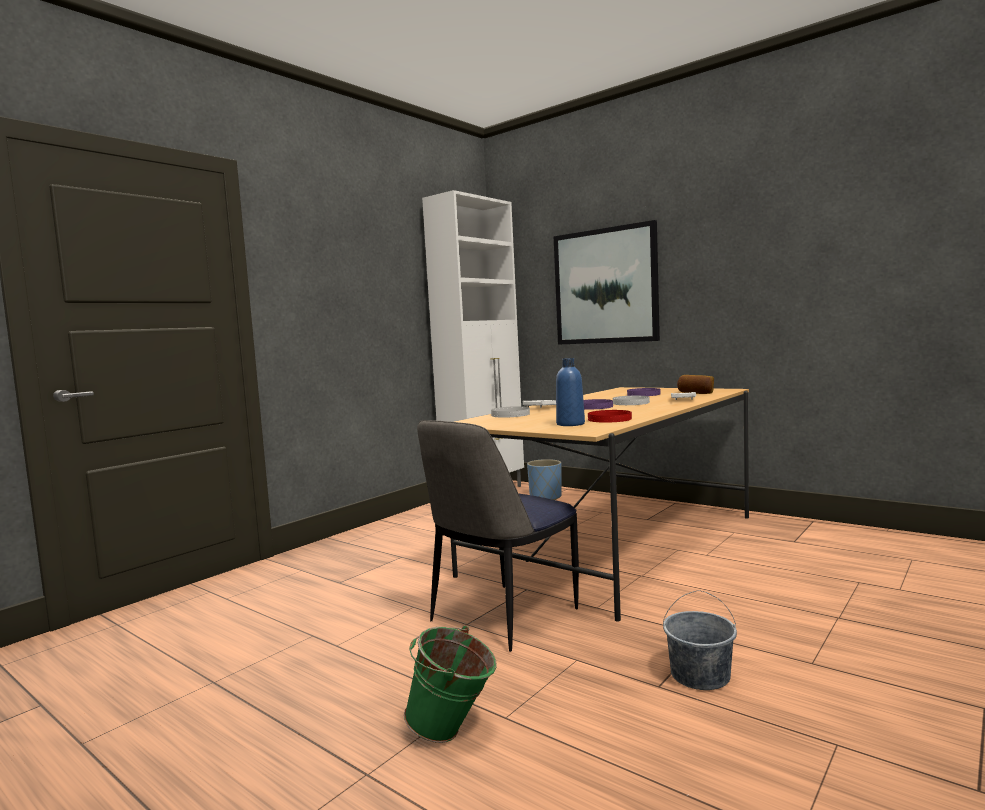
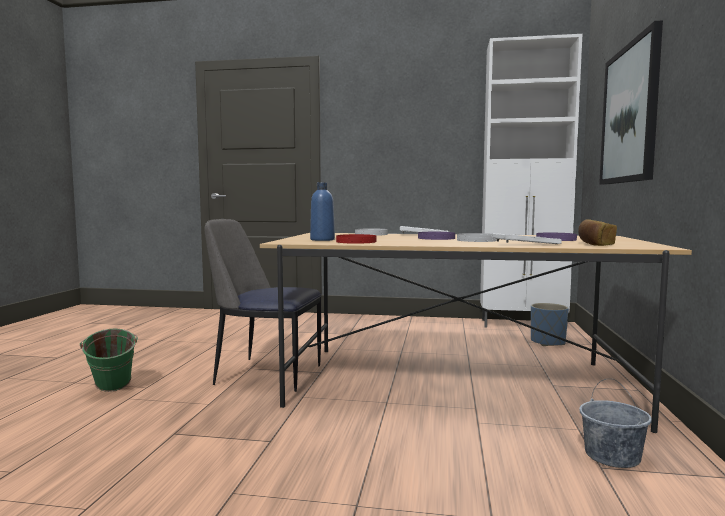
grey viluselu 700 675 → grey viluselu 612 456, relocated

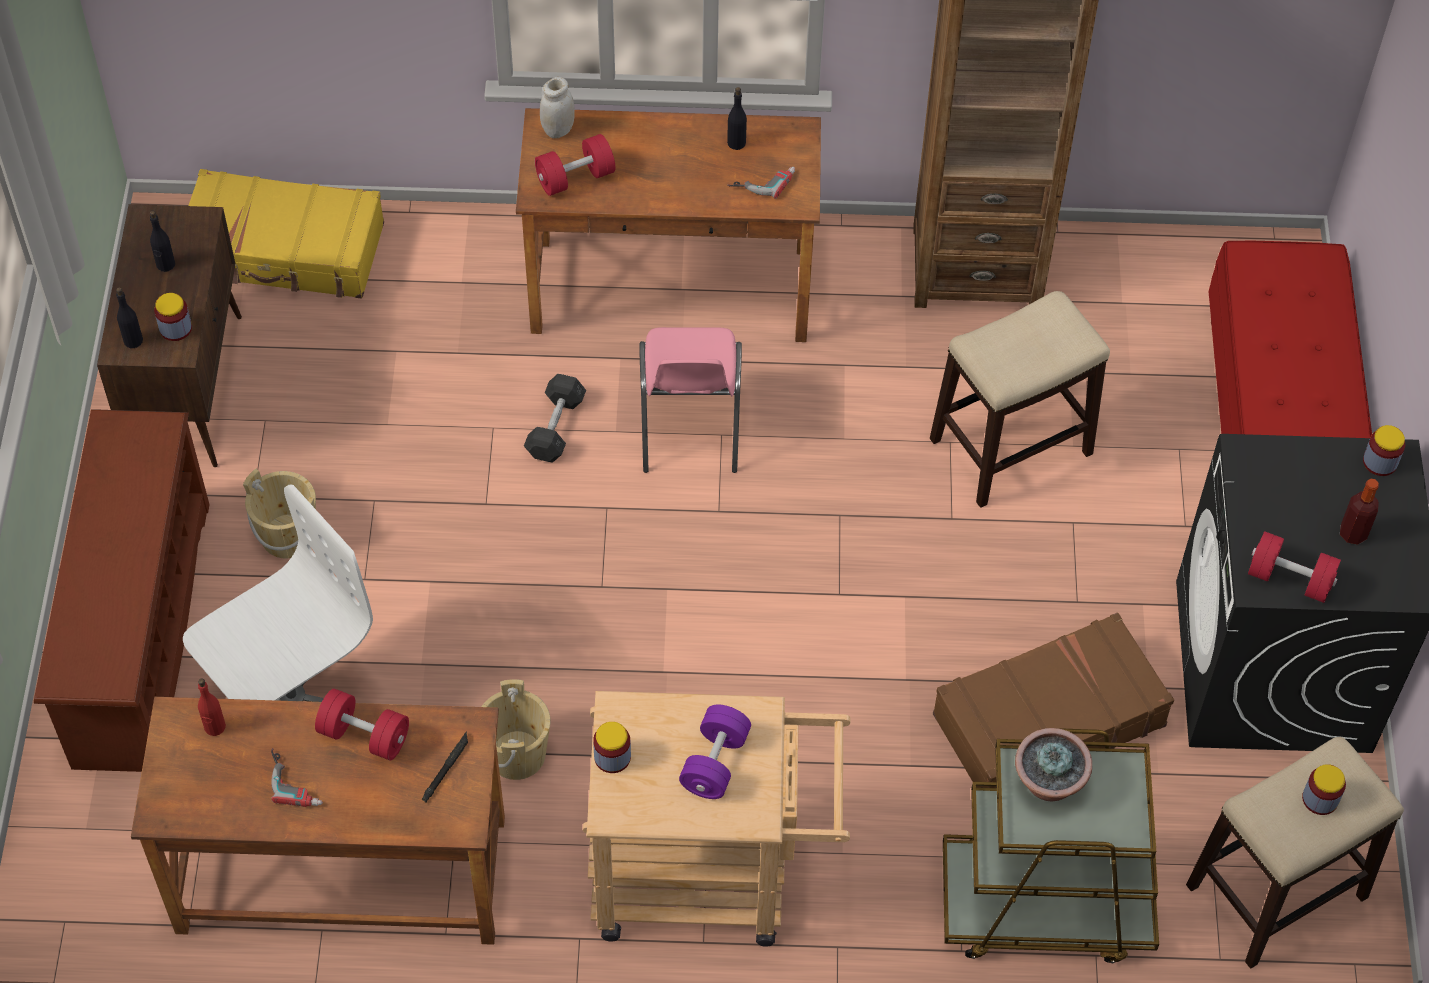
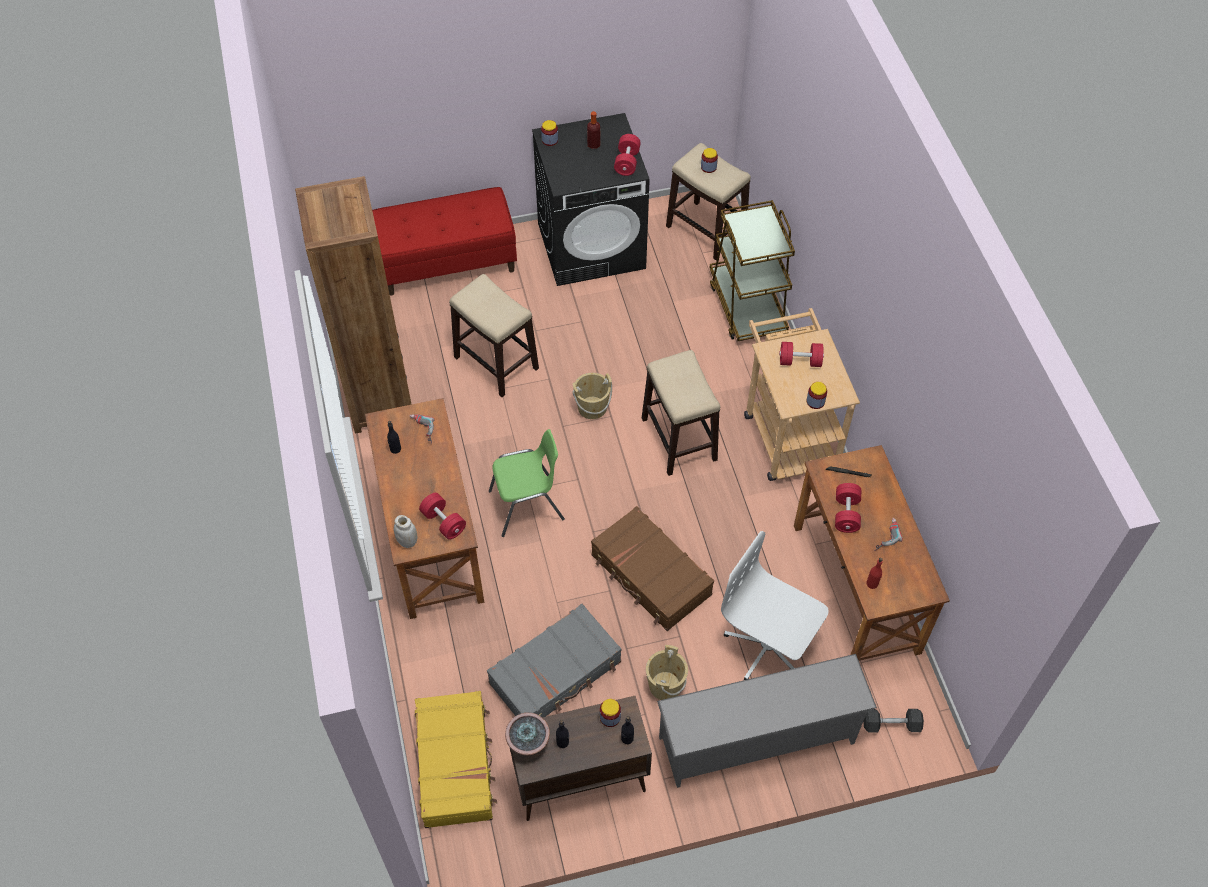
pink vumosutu 689 428 → green vumosutu 527 506
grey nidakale 555 427 → grey nidakale 891 724, relocated
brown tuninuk 139 633 → grey tuninuk 757 742
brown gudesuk 1047 719 → brown gudesuk 650 576, relocated
beige viluselu 516 754 → beige viluselu 592 407, relocated
purple nidakale 715 763 → red nidakale 800 361
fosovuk 1048 784 → fosovuk 528 743, relocated
- → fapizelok 679 440
- → grey gudesuk 556 673

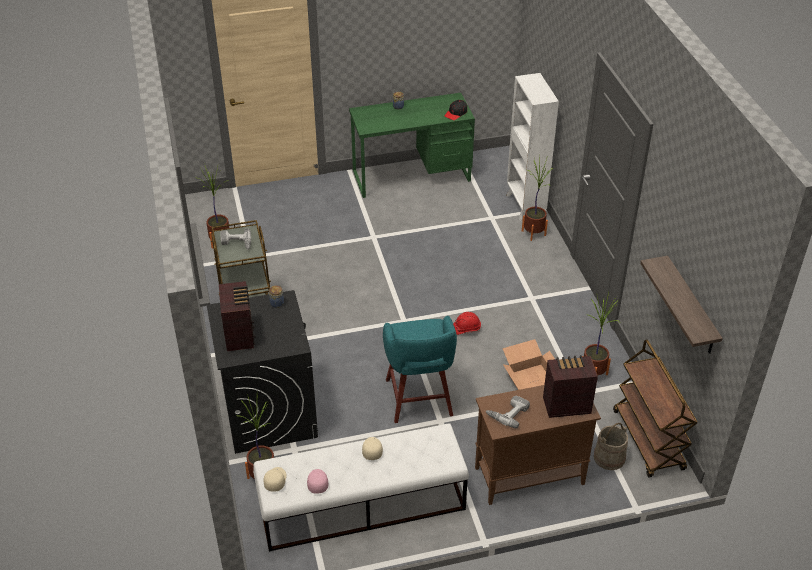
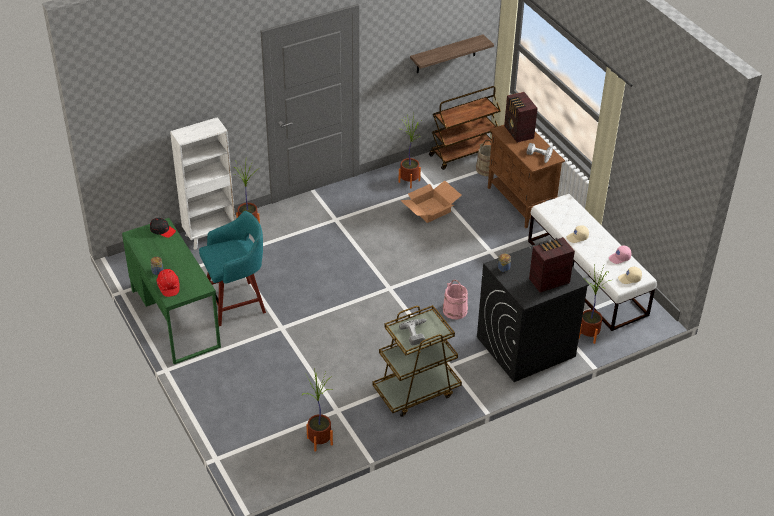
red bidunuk 465 329 → red bidunuk 168 287, relocated
turquoise fapizelok 419 399 → turquoise fapizelok 237 303, relocated
- → pink viluselu 454 310

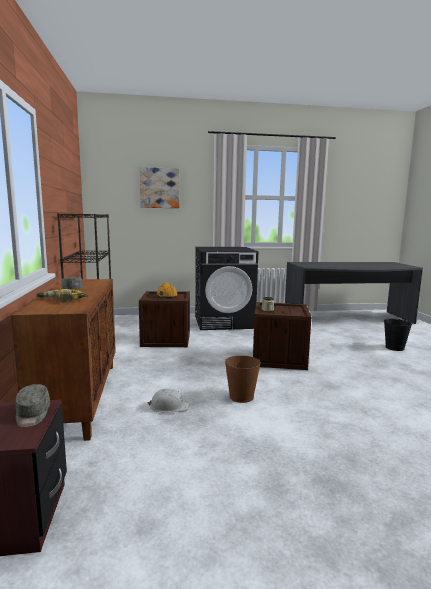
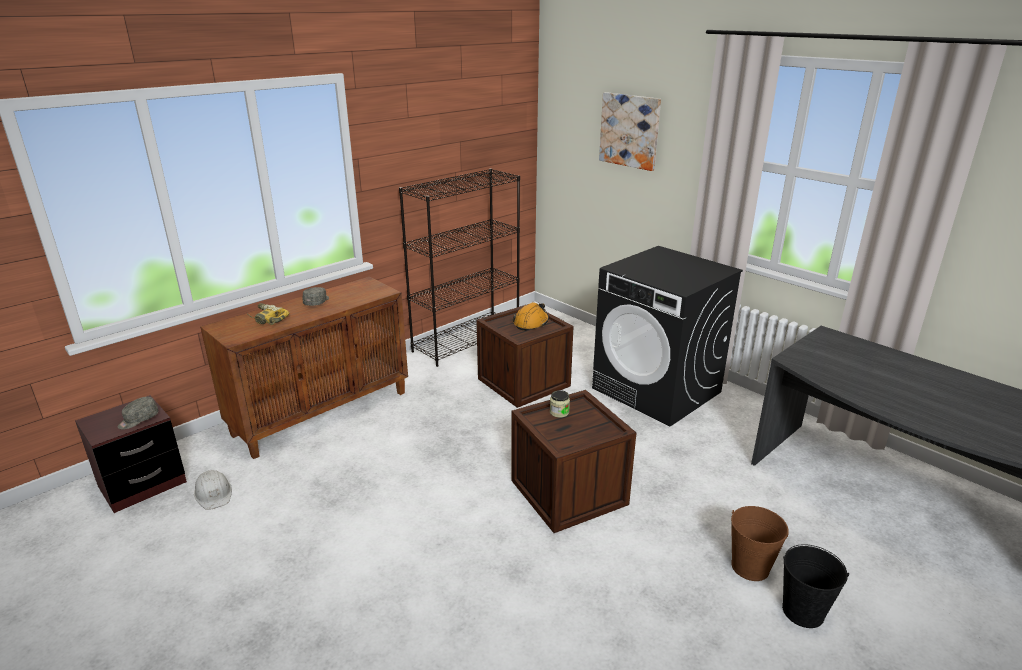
brown viluselu 241 396 → brown viluselu 750 566, relocated
white bidunuk 169 406 → white bidunuk 214 494, relocated

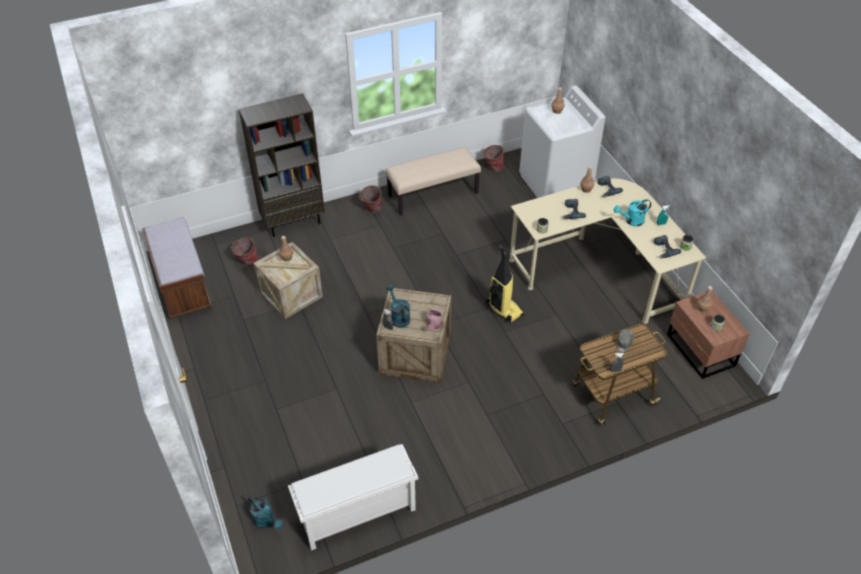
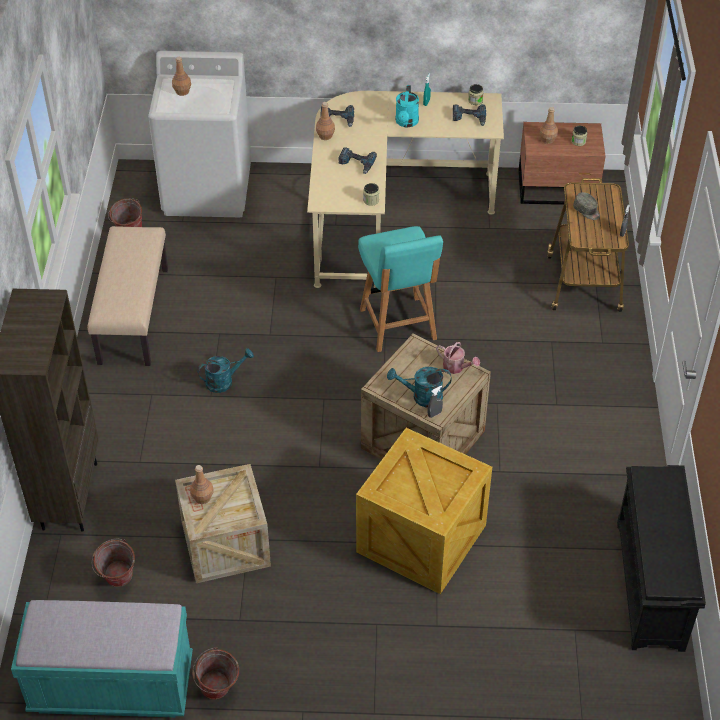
viluselu 371 210 → viluselu 218 692, relocated
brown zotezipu 182 286 → turquoise zotezipu 112 686
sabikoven 503 310 → turquoise vumosutu 398 326
white tuninuk 357 515 → black tuninuk 651 586
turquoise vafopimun 266 521 → turquoise vafopimun 224 381, relocated
- → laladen 422 540

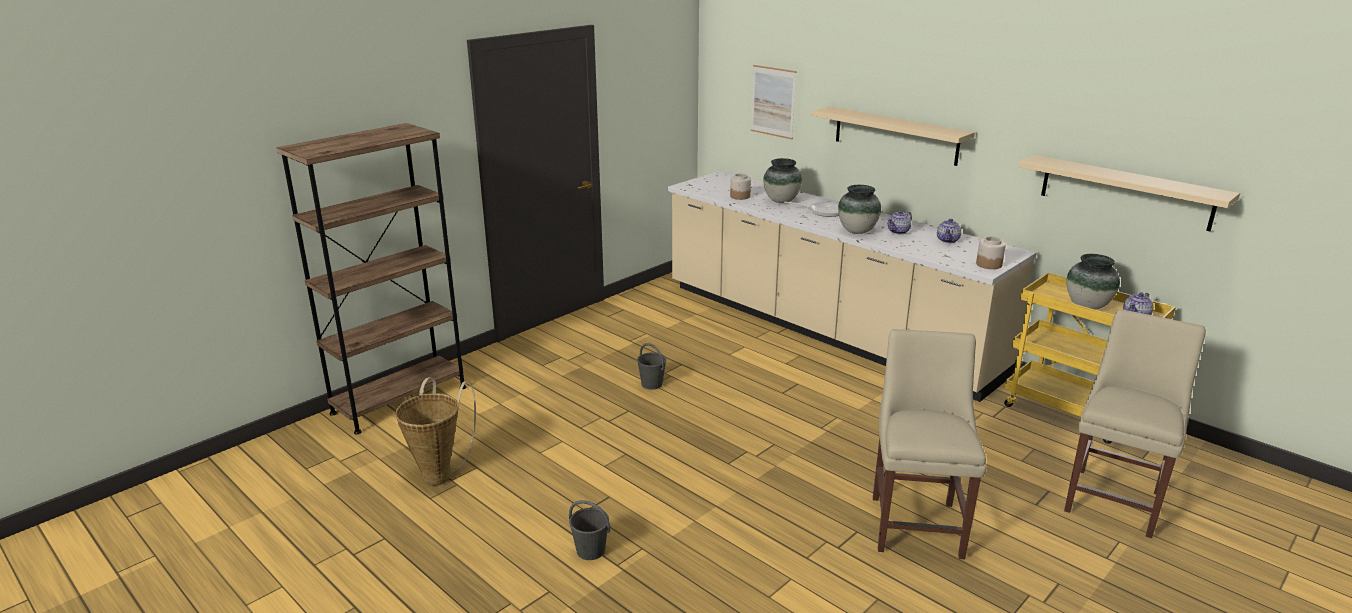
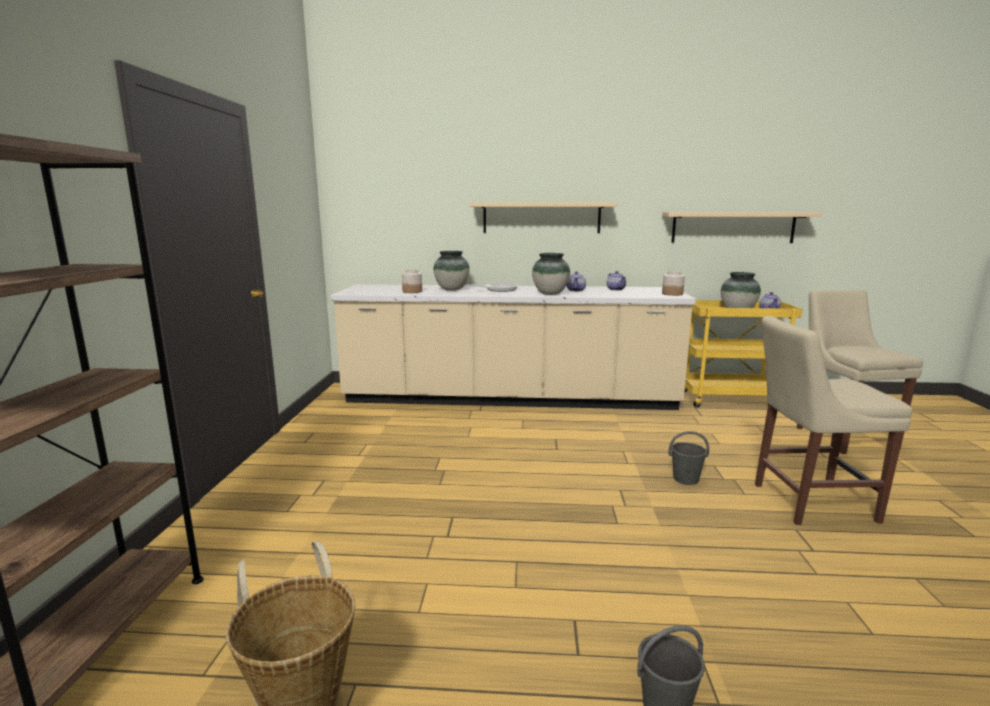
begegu 773 101 → -
beige vumosutu 916 523 → beige vumosutu 808 502, 60 degrees counterclockwise
grey viluselu 652 384 → grey viluselu 686 479, relocated

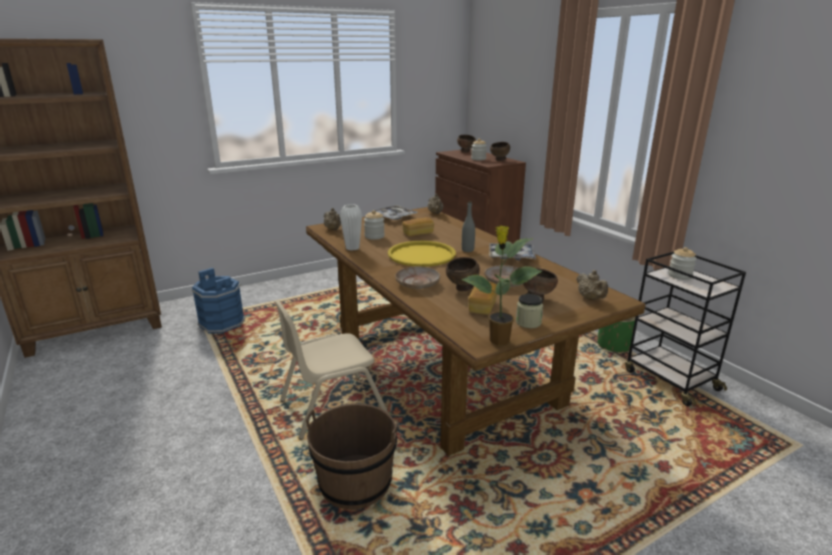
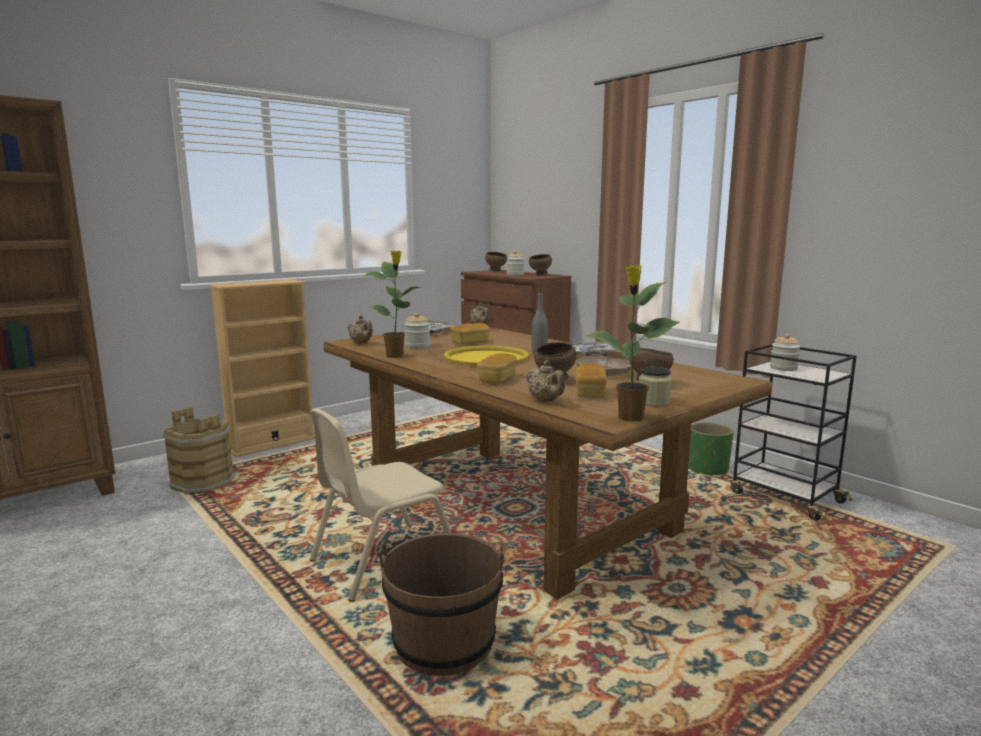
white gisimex 352 248 → fosovuk 395 356
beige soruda 417 283 → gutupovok 497 379
blue viluselu 222 324 → brown viluselu 203 483
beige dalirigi 590 299 → beige dalirigi 545 401, relocated
- → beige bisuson 272 444

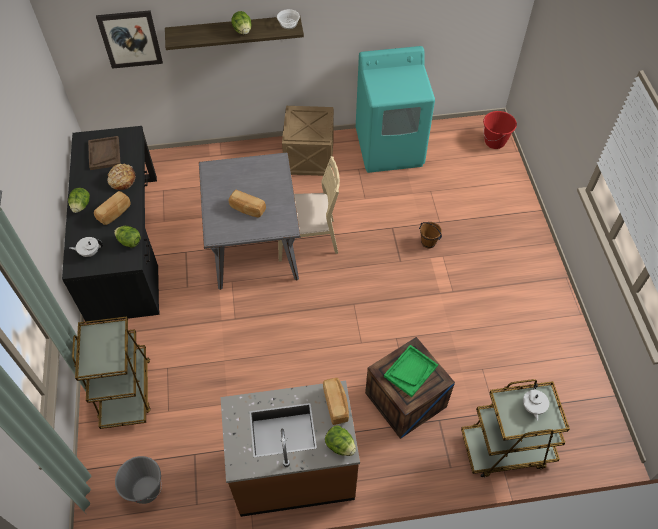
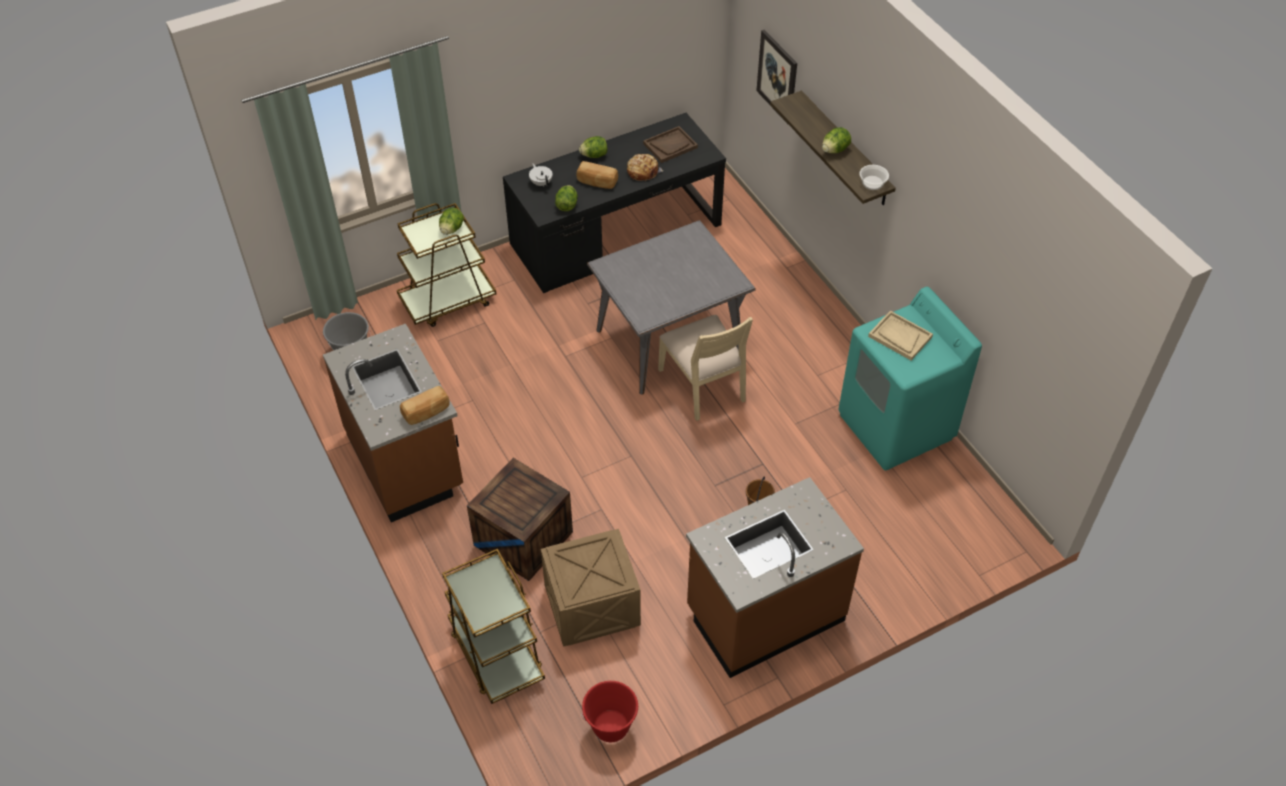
laladen 309 156 → laladen 593 606, relocated
red viluselu 495 142 → red viluselu 611 727, relocated
gutupovok 247 209 → -
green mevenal 410 371 → -
white dalirigi 532 407 → -
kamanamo 340 445 → kamanamo 451 229, relocated
- → beige mevenal 899 336
- → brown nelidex 764 614

